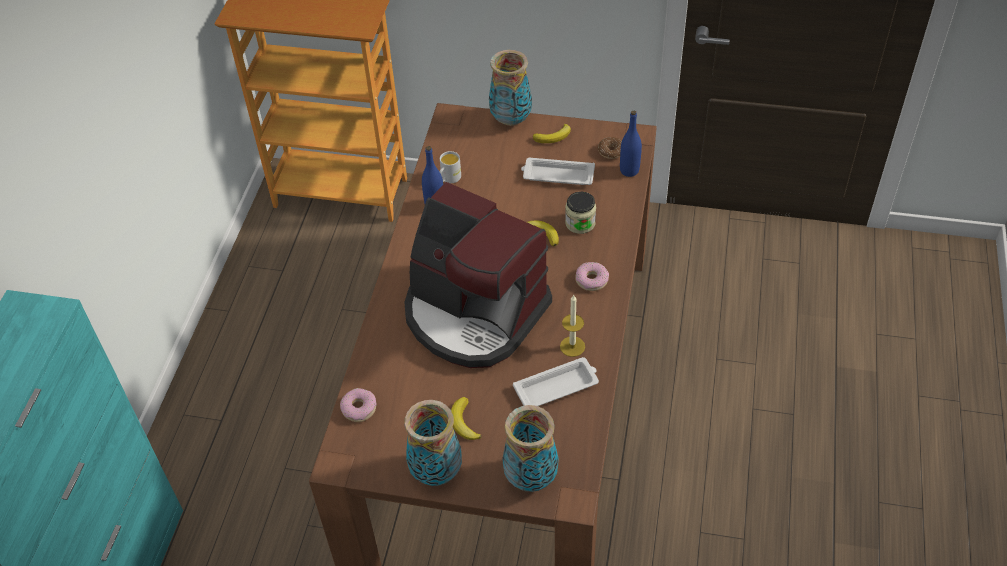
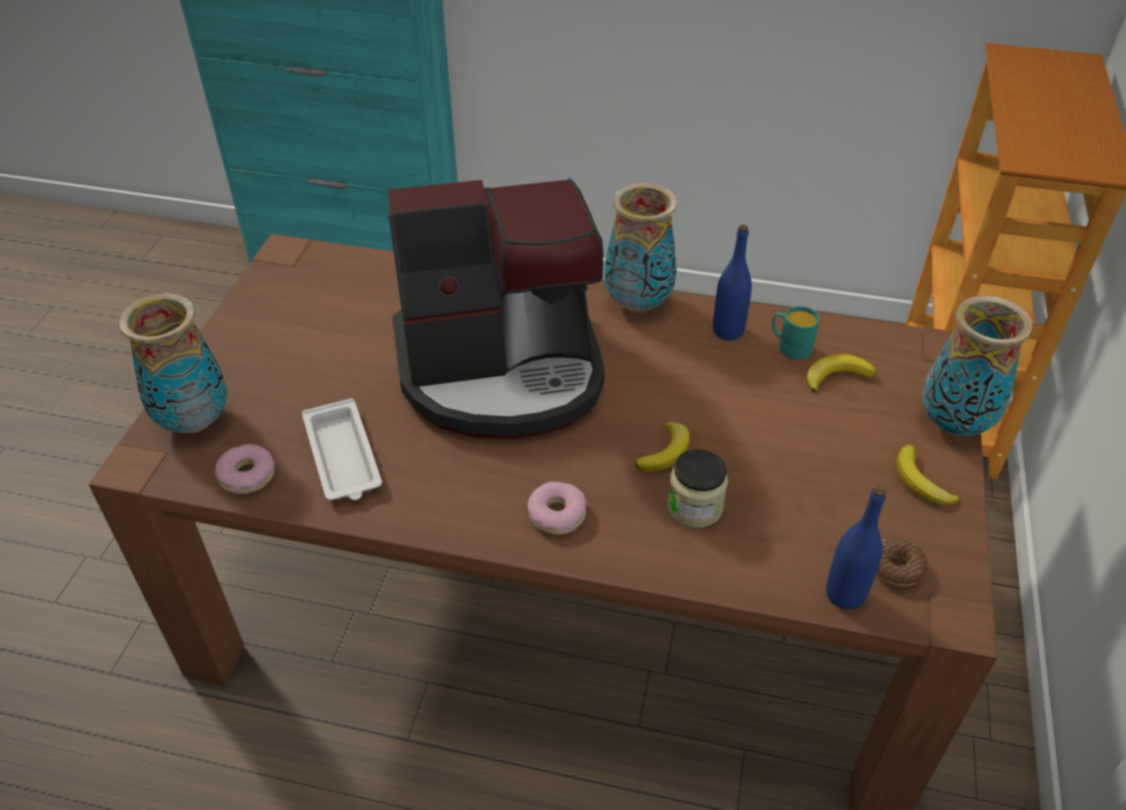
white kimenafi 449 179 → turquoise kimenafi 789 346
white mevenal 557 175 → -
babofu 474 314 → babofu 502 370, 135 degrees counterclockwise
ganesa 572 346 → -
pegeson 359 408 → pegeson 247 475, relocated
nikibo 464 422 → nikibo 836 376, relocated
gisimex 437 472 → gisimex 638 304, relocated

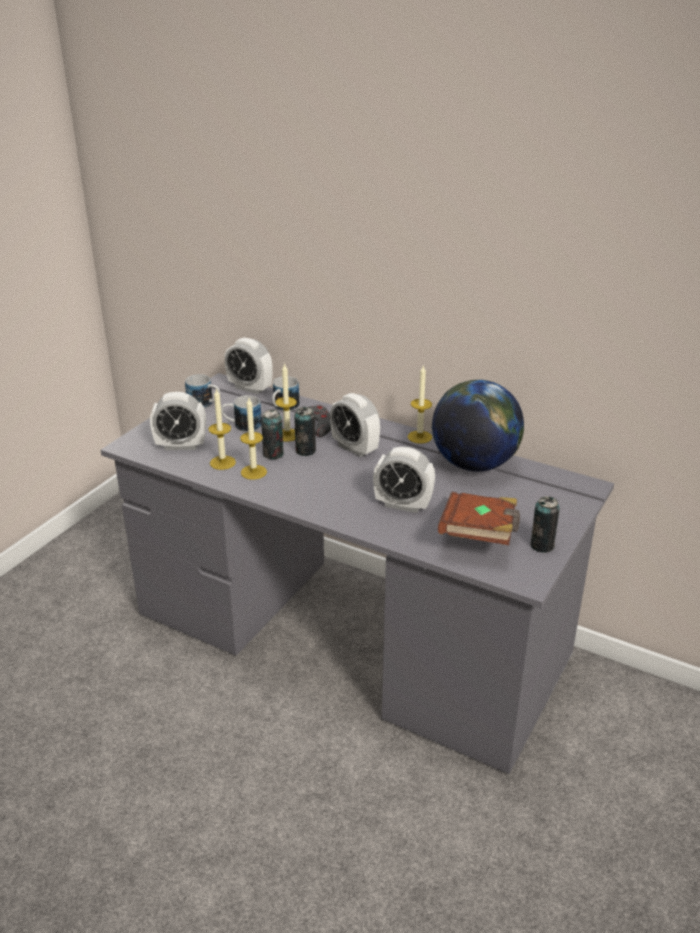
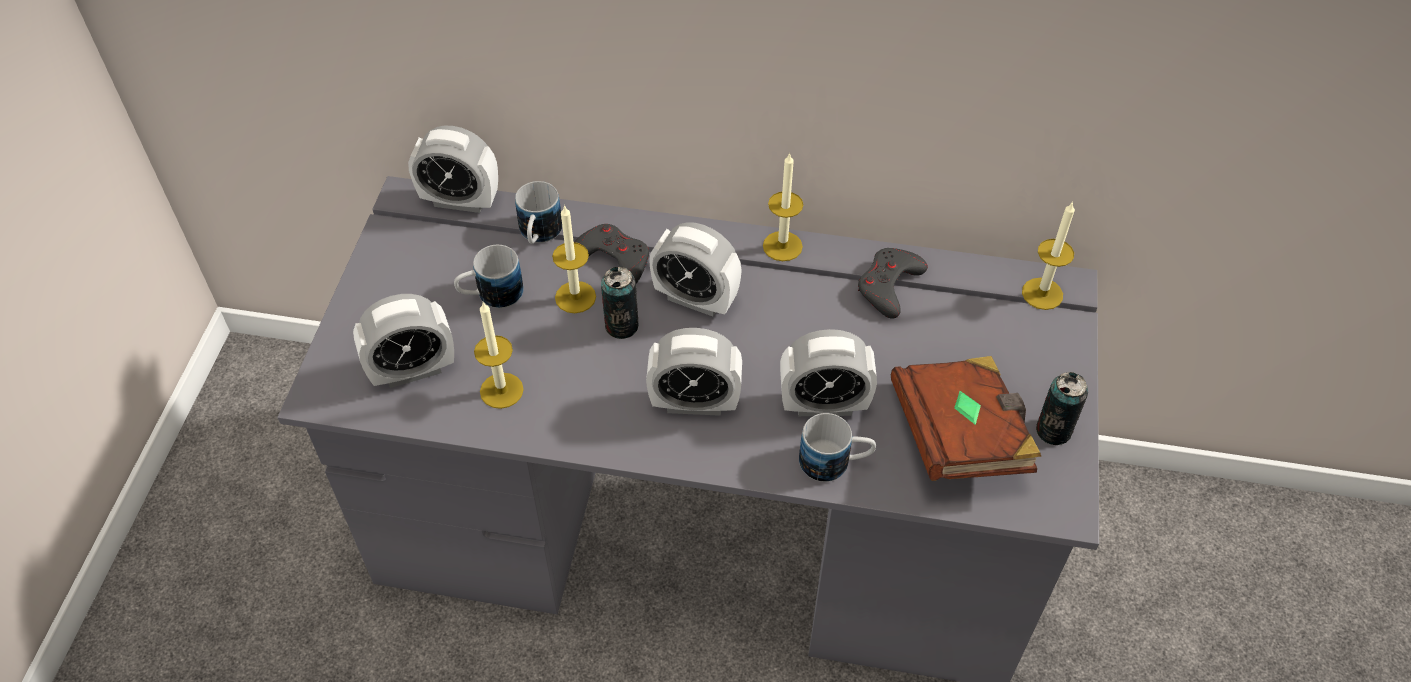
kimenafi 205 404 → kimenafi 835 462, relocated
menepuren 474 464 → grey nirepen 889 286
ganesa 253 472 → ganesa 1042 293, relocated
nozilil 273 454 → -
- → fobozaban 694 403

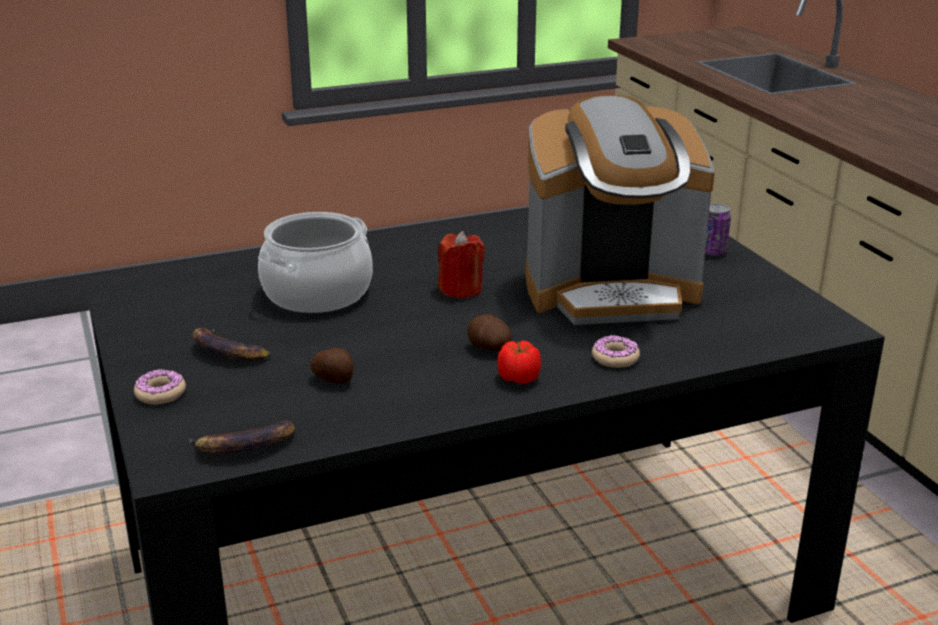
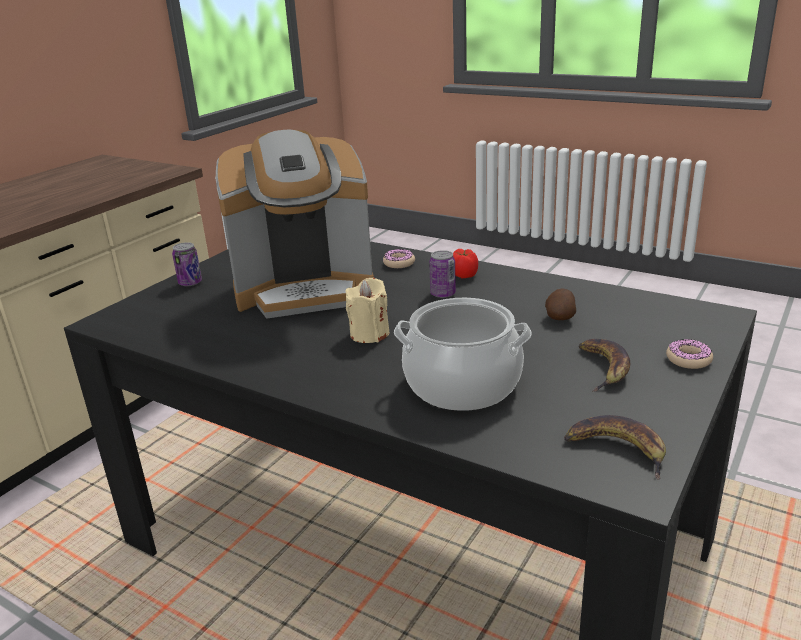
babofu 611 292 → babofu 304 289, 120 degrees clockwise
red ganesa 461 289 → beige ganesa 369 334
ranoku 488 348 → nozilil 443 294
nikibo 244 446 → nikibo 618 449, relocated

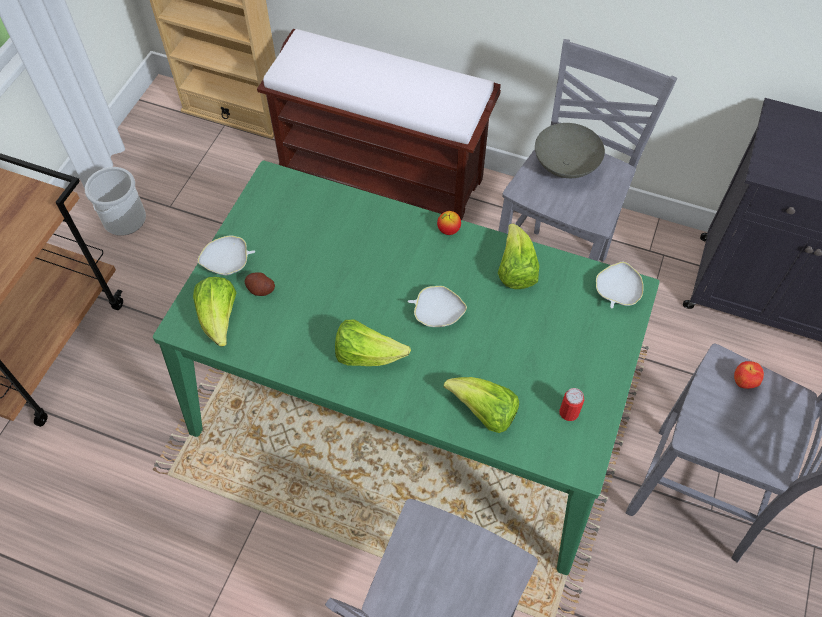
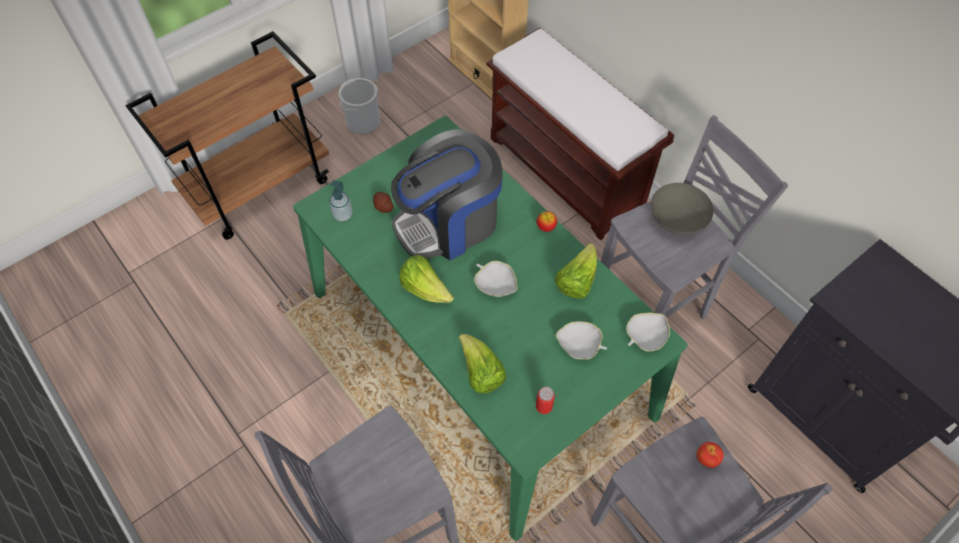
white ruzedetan 228 263 → white ruzedetan 579 345, relocated
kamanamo 219 319 → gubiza 343 215
- → babofu 449 223

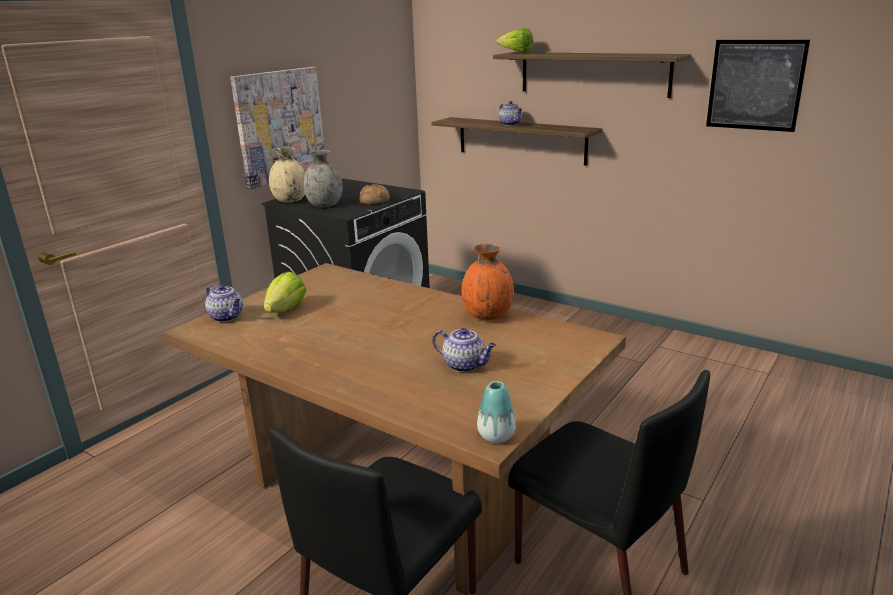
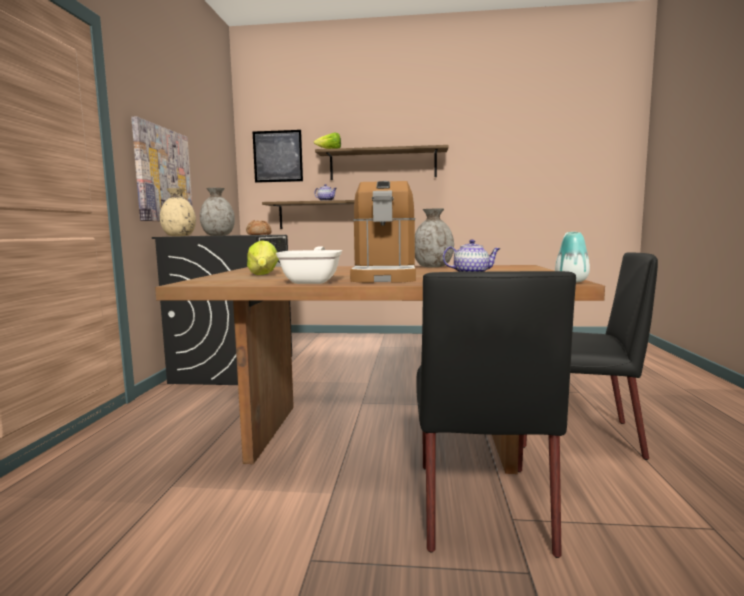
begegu 755 85 → begegu 278 156, relocated
orange gisimex 487 315 → grey gisimex 433 267
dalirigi 227 317 → -
- → babofu 385 276
- → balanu 313 281

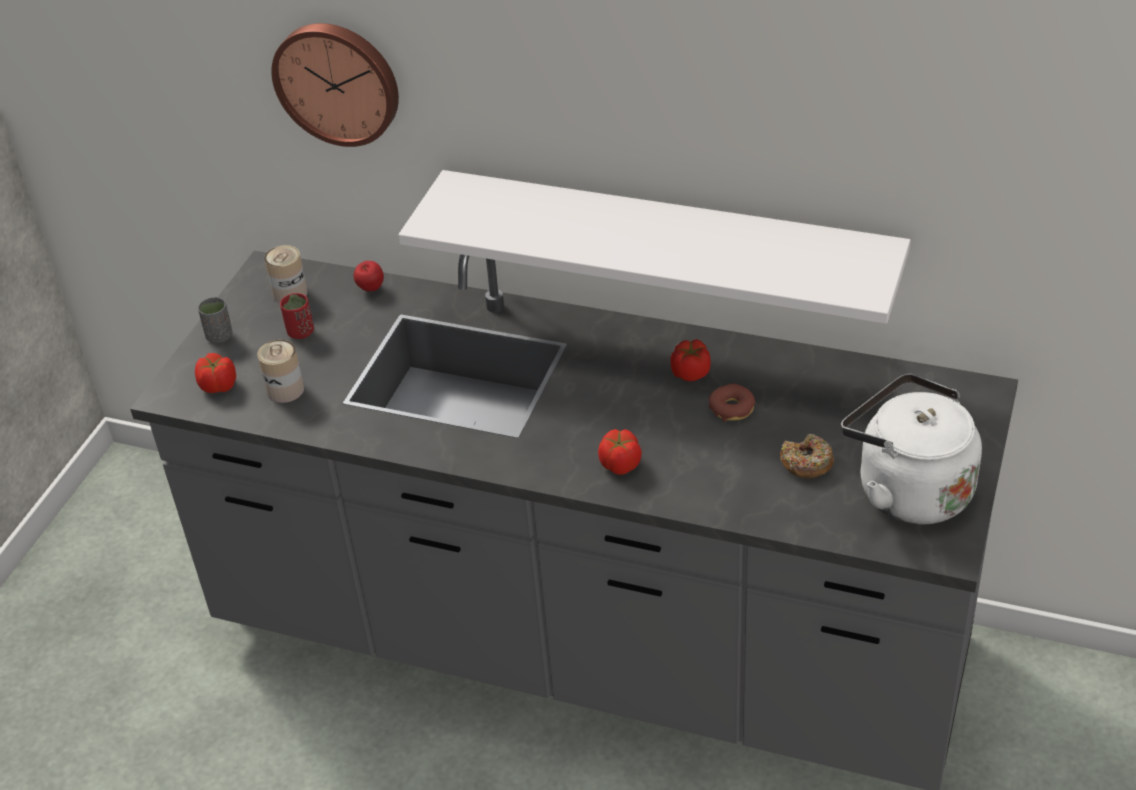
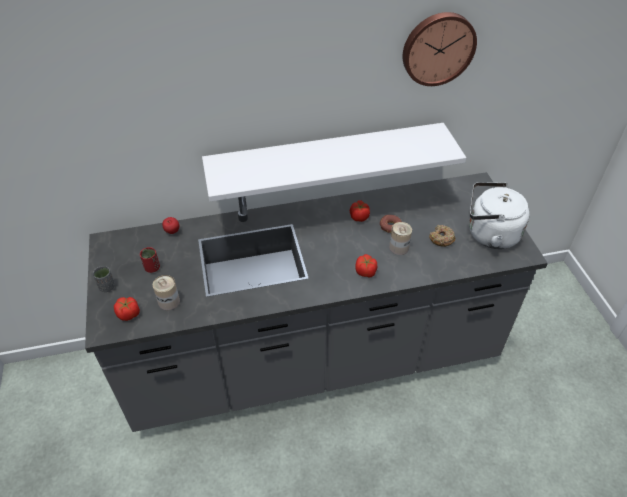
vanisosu 338 82 → vanisosu 437 48, relocated
nozilil 290 293 → nozilil 399 247, relocated

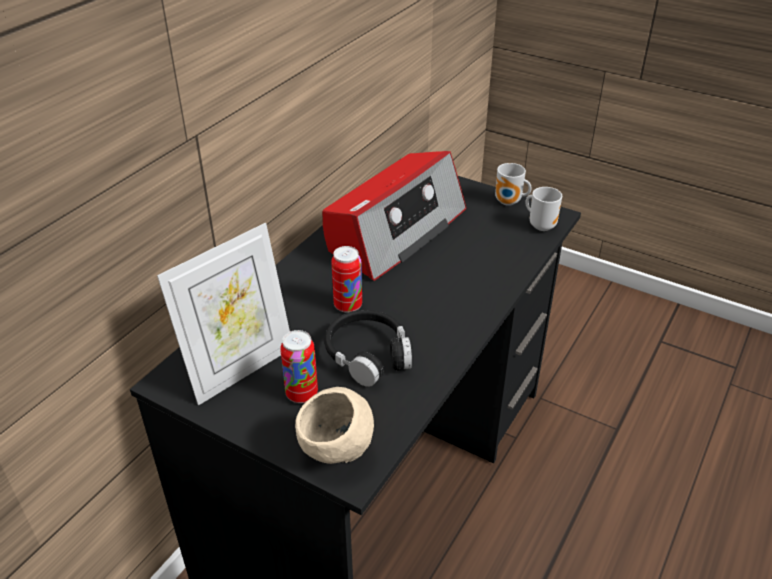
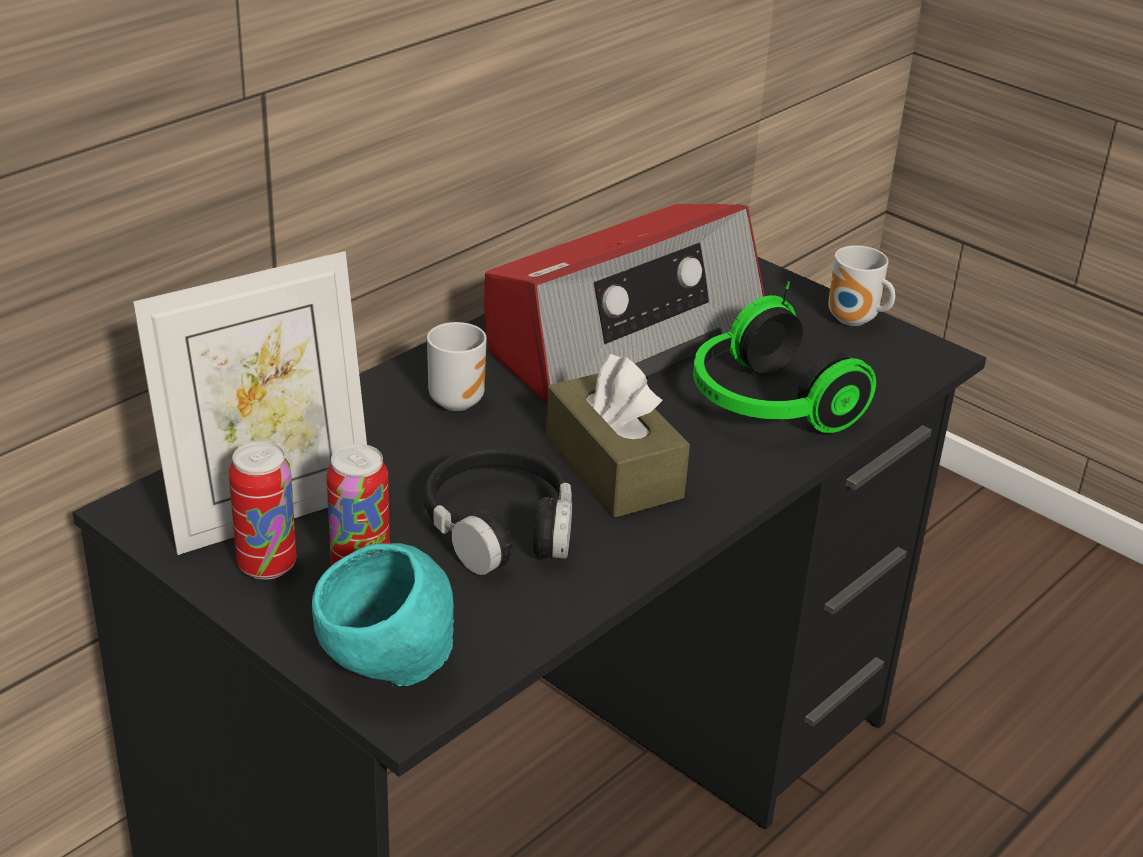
kimenafi 541 225 → kimenafi 456 400, relocated
nozilil 348 305 → nozilil 267 565, relocated
beige ruzedetan 338 455 → turquoise ruzedetan 389 673
- → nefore 765 405
- → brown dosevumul 613 468

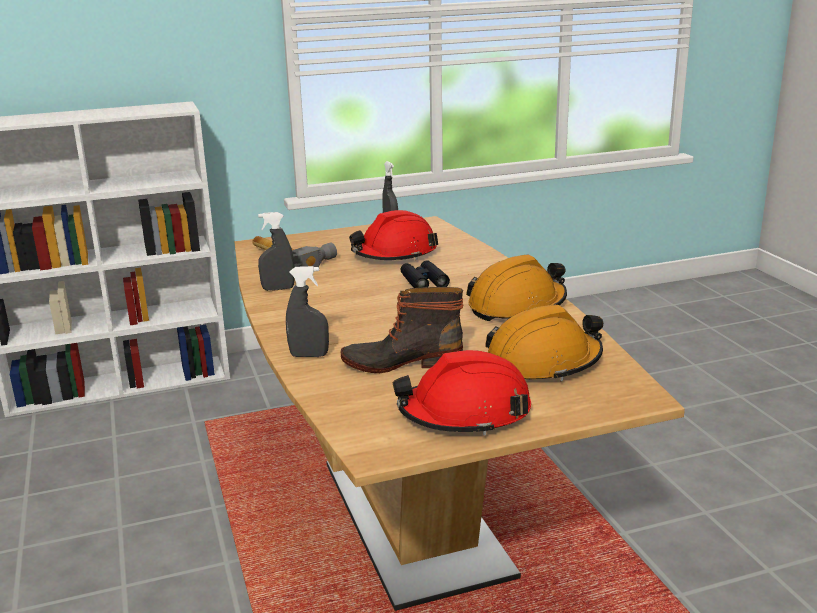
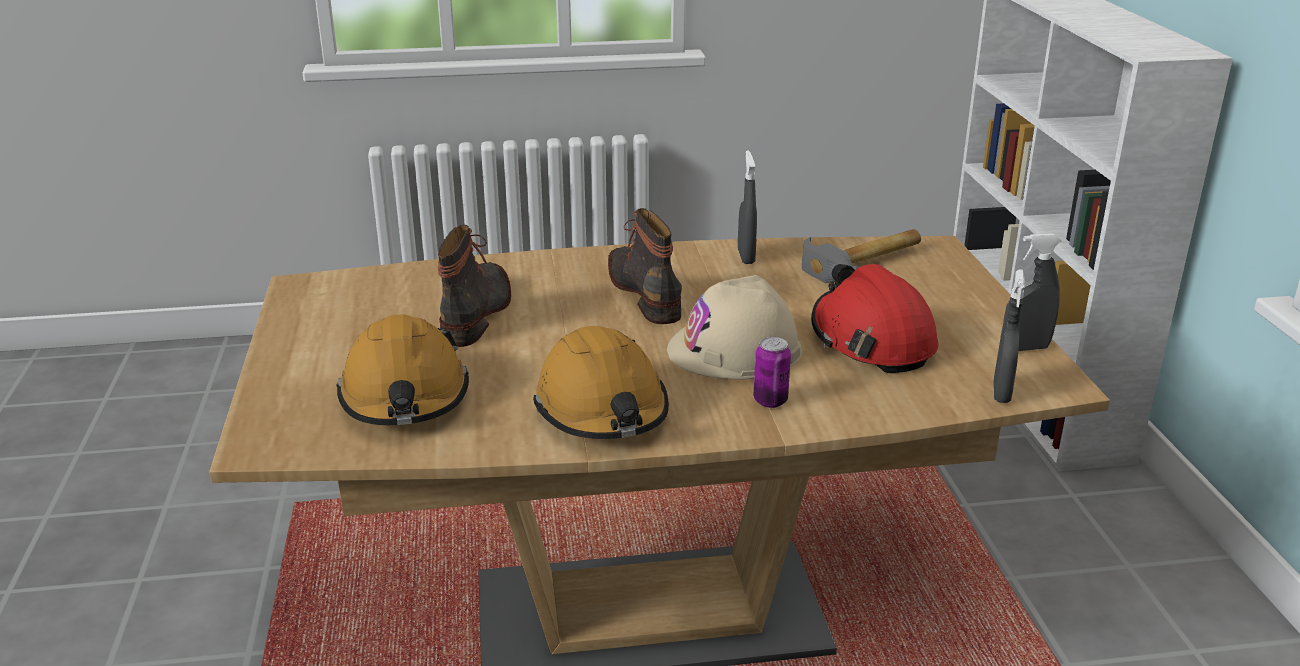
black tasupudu 424 282 → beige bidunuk 735 350
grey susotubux 309 355 → grey susotubux 1001 393, relocated
red bidunuk 465 413 → -
- → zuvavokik 647 292
- → nozilil 770 401

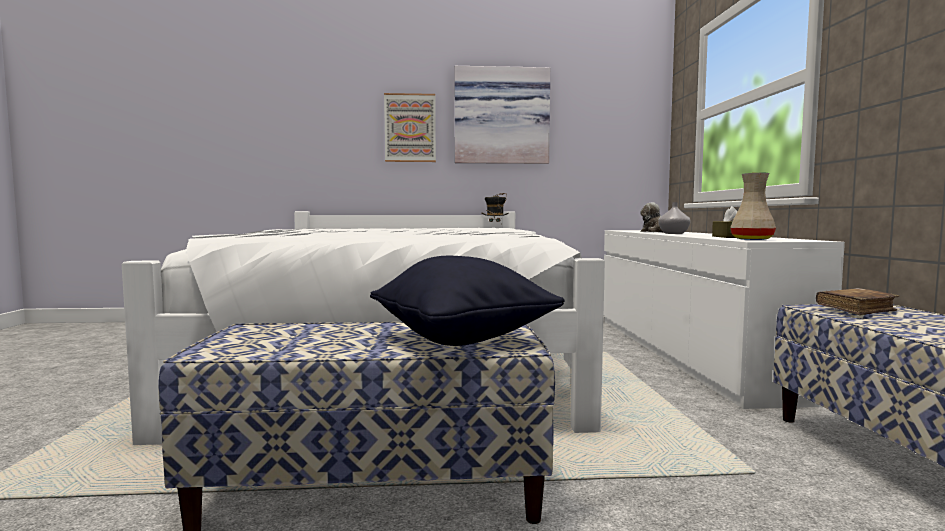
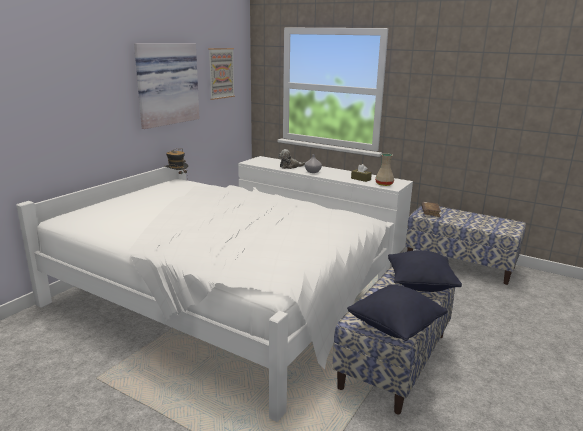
begegu 410 128 → begegu 221 73, relocated
- → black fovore 395 327

